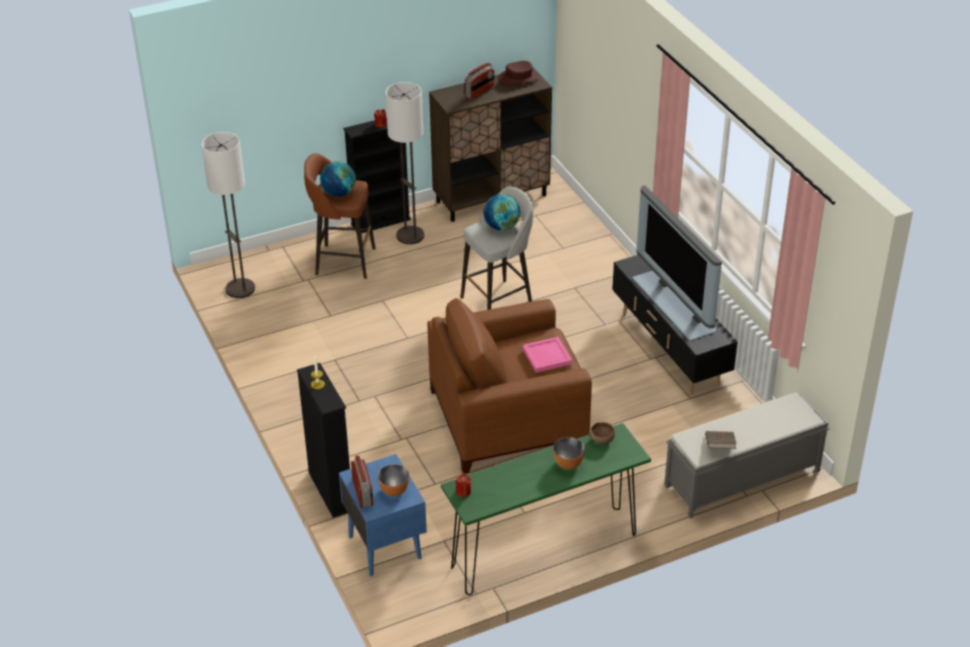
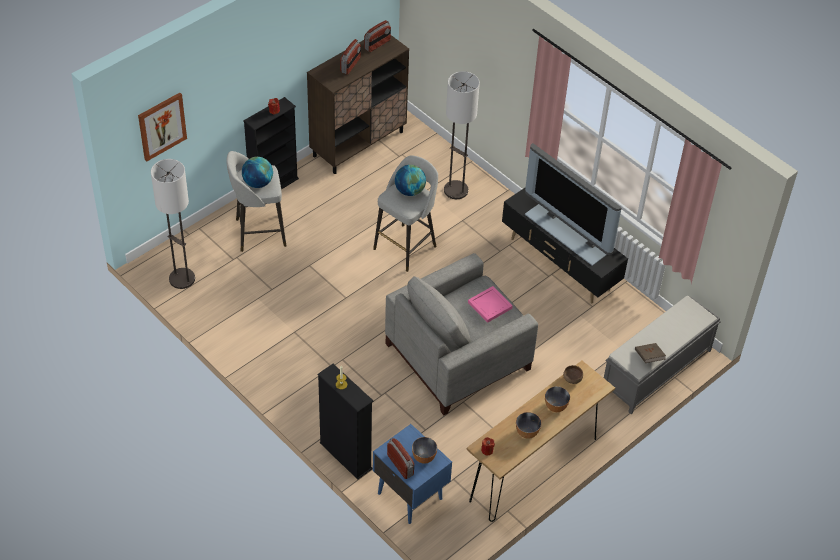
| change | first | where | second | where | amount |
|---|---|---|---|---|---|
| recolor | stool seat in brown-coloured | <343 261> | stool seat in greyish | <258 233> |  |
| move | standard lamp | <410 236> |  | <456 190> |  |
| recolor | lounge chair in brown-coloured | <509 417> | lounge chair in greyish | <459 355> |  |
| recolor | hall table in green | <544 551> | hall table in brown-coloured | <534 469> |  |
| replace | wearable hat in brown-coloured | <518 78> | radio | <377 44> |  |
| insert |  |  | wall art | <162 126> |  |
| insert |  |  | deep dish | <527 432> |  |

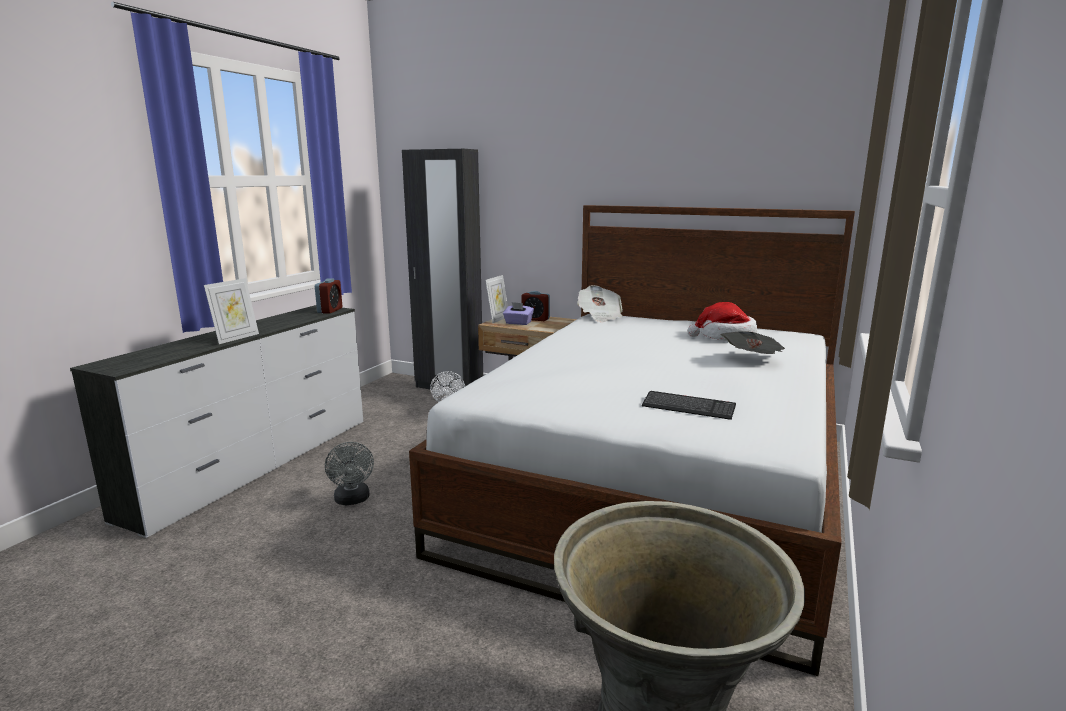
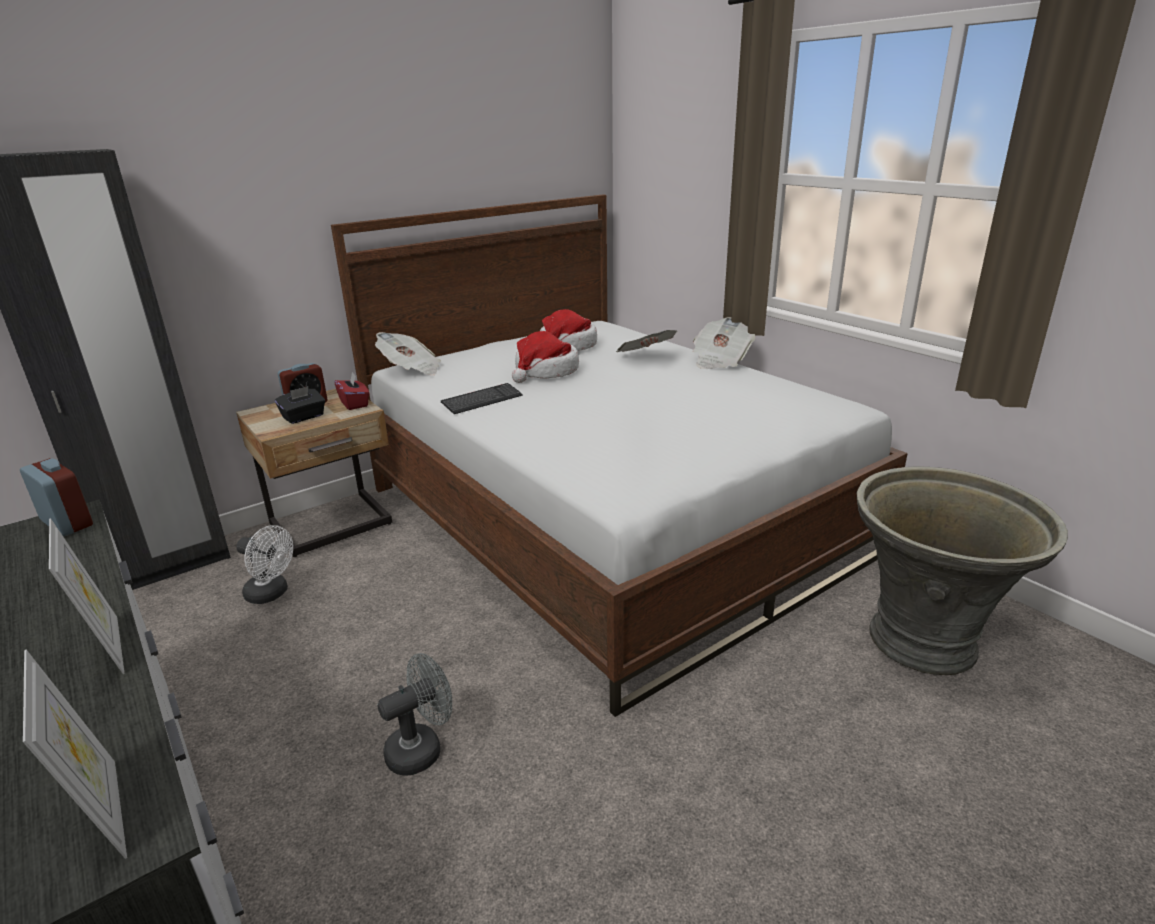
| change | first | where | second | where | amount |
|---|---|---|---|---|---|
| rotate | electric fan in greyish | <352 500> |  | <422 748> | 45 degrees counterclockwise |
| move | standing frame | <498 319> |  | <103 813> |  |
| recolor | tissue holder in purple | <518 323> | tissue holder in black | <304 417> |  |
| move | keyboard | <688 407> |  | <482 400> |  |
| insert |  |  | tissue holder in red-coloured | <354 403> |  |
| insert |  |  | wearable hat | <545 372> |  |
| insert |  |  | printed paper | <719 360> |  |

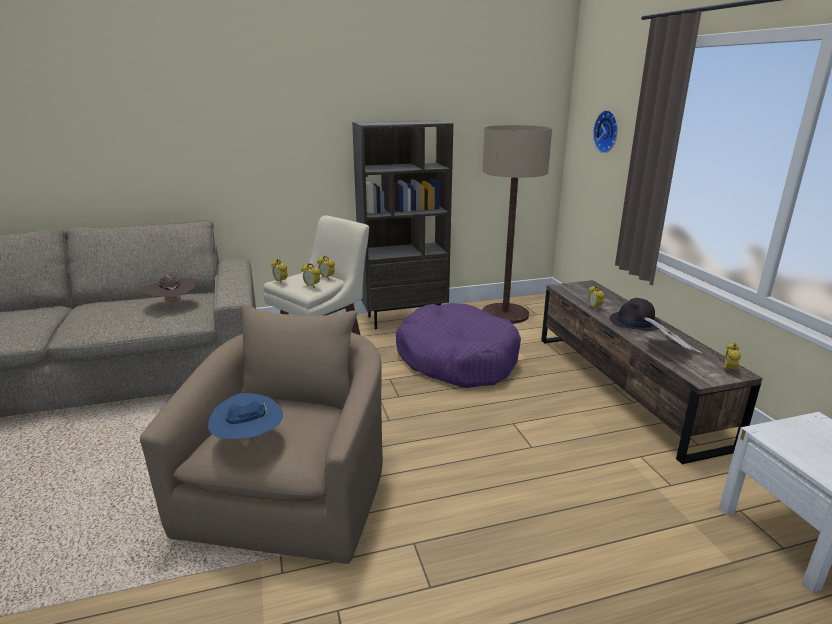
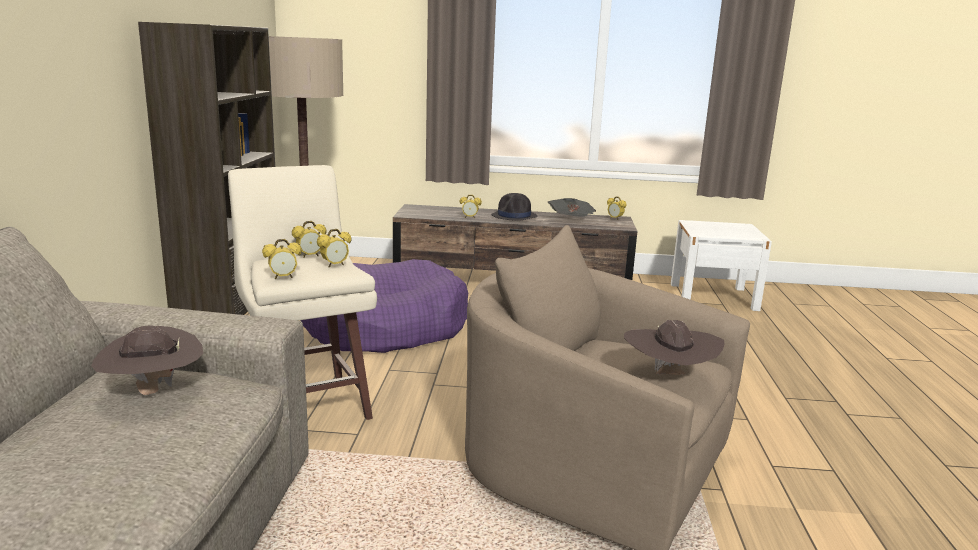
| change | first | where | second | where | amount |
|---|---|---|---|---|---|
| recolor | wearable hat in bluish | <249 443> | wearable hat in brown-coloured | <668 377> |  |
| delete | hanging clock | <608 131> |  |  |  |

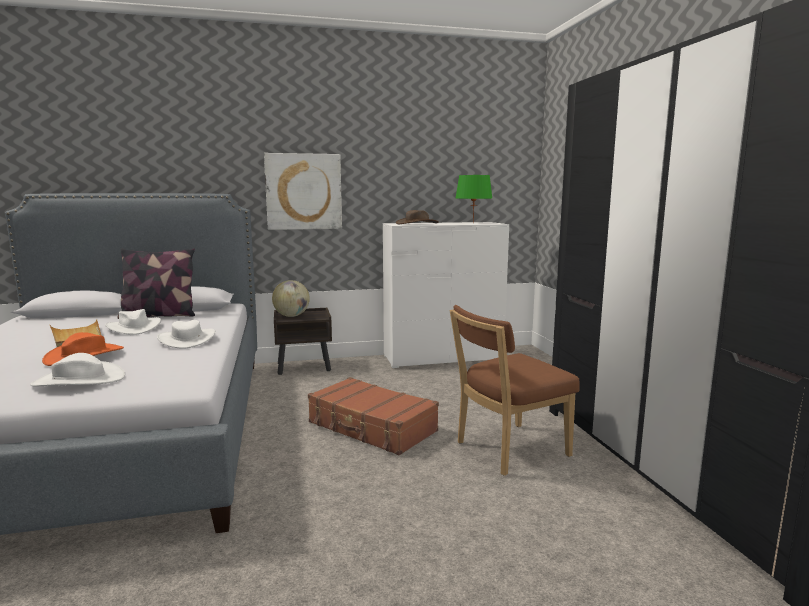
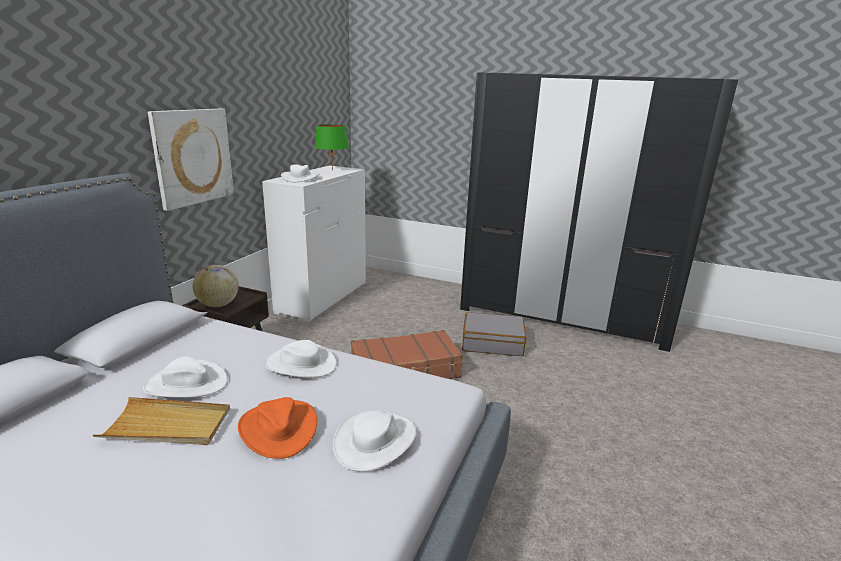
| change | first | where | second | where | amount |
|---|---|---|---|---|---|
| delete | cushion | <159 315> |  |  |  |
| recolor | wearable hat in brown-coloured | <417 223> | wearable hat in white | <301 178> |  |
| replace | plain chair in brown-coloured | <507 450> | piece of luggage in greyish | <492 343> |  |

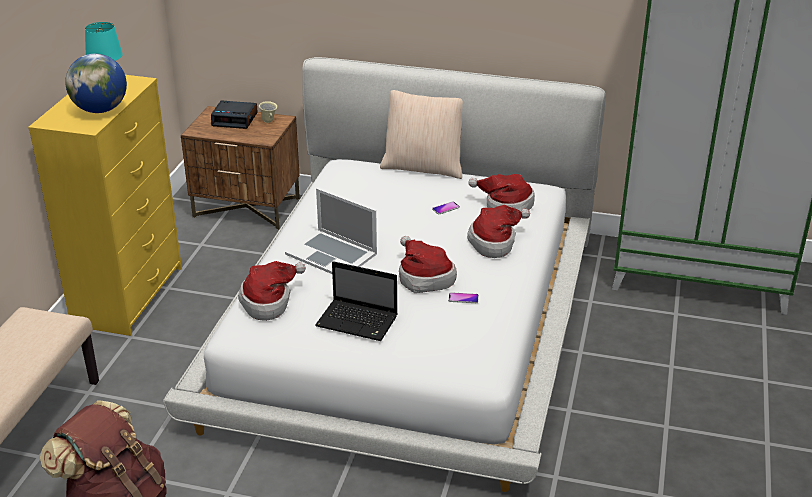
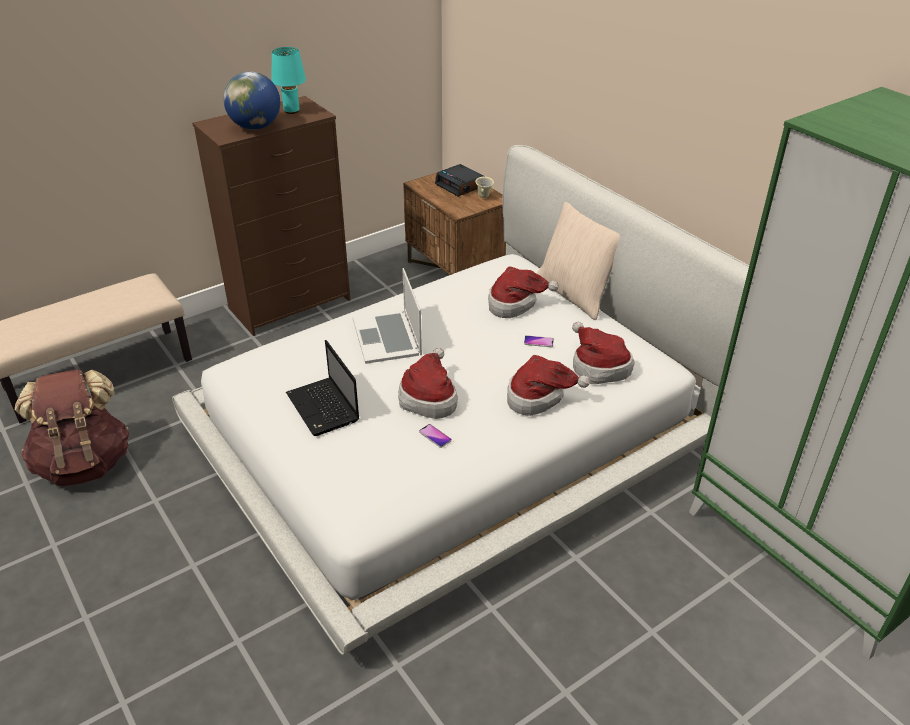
| change | first | where | second | where | amount |
|---|---|---|---|---|---|
| recolor | dresser in yellowish | <129 295> | dresser in brown-coloured | <291 303> |  |
| move | wearable hat | <269 302> |  | <515 304> |  |

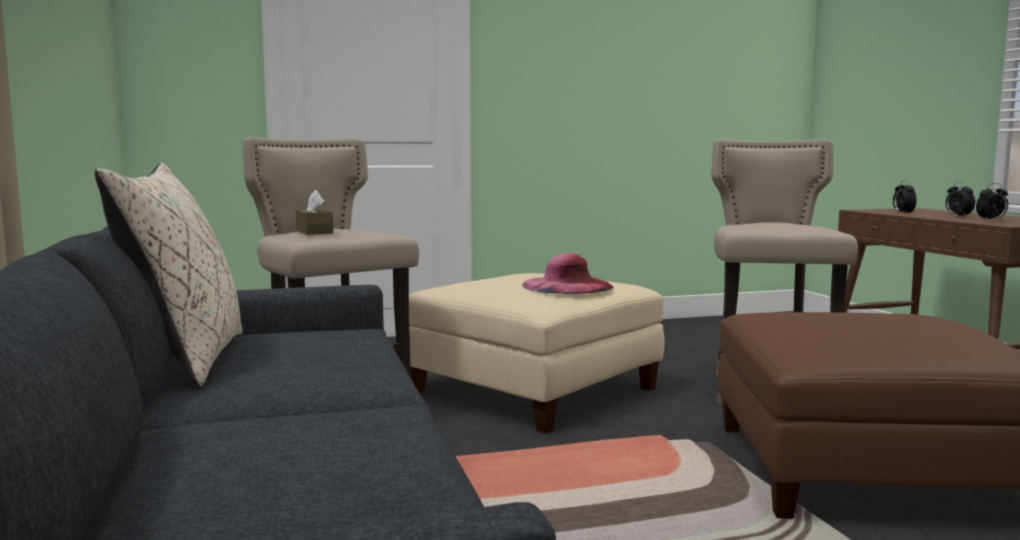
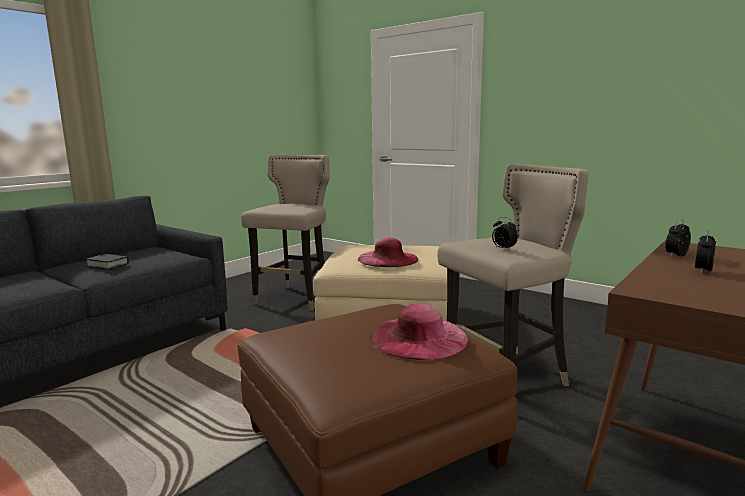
| change | first | where | second | where | amount |
|---|---|---|---|---|---|
| delete | cushion in beige | <185 360> |  |  |  |
| delete | tissue holder in brown-coloured | <314 231> |  |  |  |
| move | bedside clock | <991 220> |  | <503 249> |  |
| insert |  |  | book | <108 265> |  |
| insert |  |  | wearable hat in pinkish | <419 338> |  |

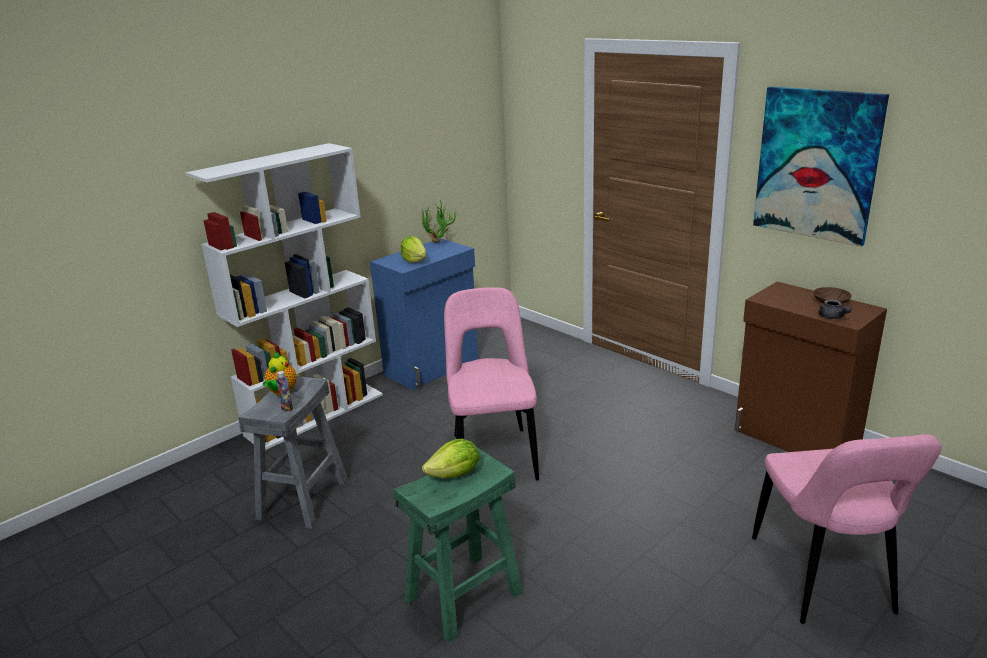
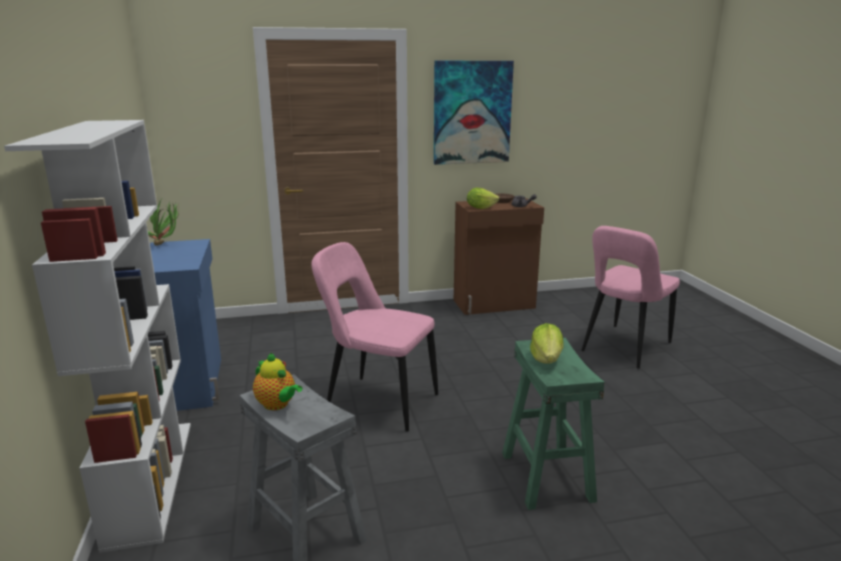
| change | first | where | second | where | amount |
|---|---|---|---|---|---|
| delete | bottle | <287 408> |  |  |  |
| move | lettuce | <415 260> |  | <480 208> |  |
| rotate | plain chair in pinkish | <824 580> |  | <623 348> | 105 degrees clockwise |

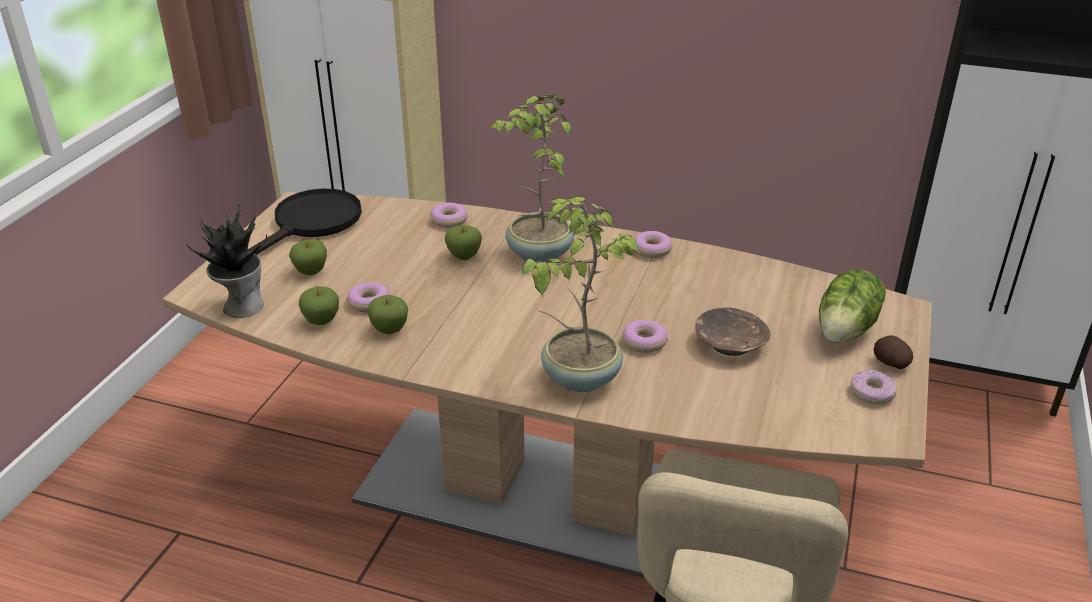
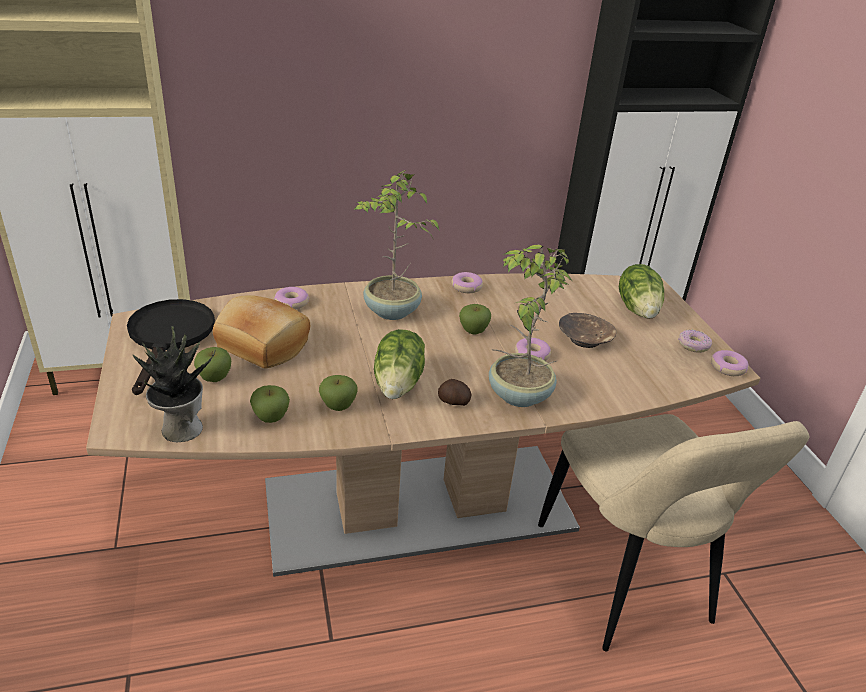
| change | first | where | second | where | amount |
|---|---|---|---|---|---|
| move | donut | <369 302> |  | <727 367> |  |
| move | apple | <464 256> |  | <473 331> |  |
| move | whole potato | <890 363> |  | <453 402> |  |
| insert |  |  | baked bread | <261 346> |  |
| insert |  |  | lettuce | <399 384> |  |

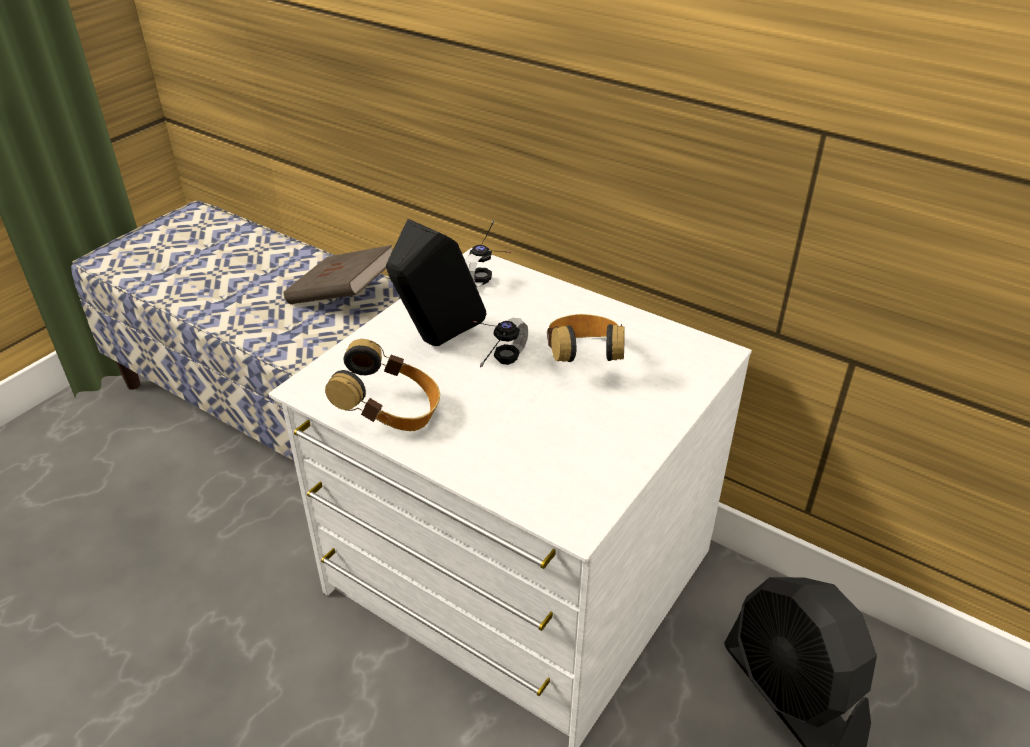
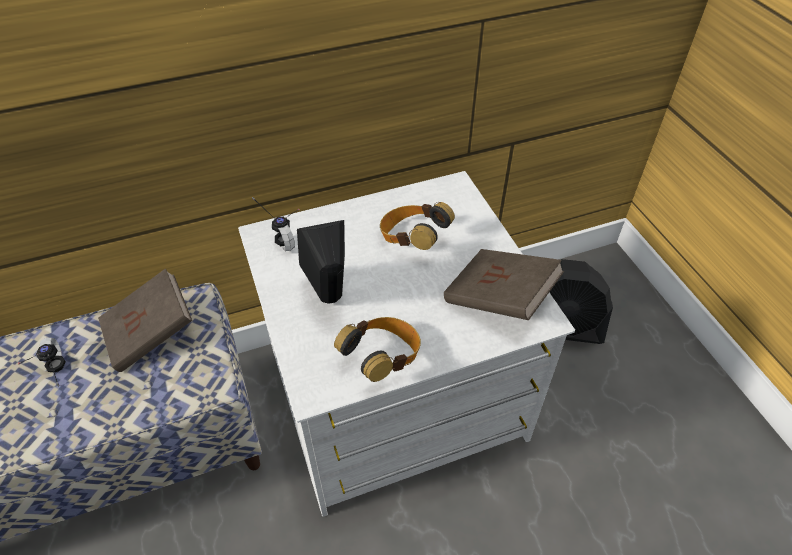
| change | first | where | second | where | amount |
|---|---|---|---|---|---|
| move | headset | <490 365> |  | <51 378> |  |
| insert |  |  | book in brown-coloured | <499 299> |  |

